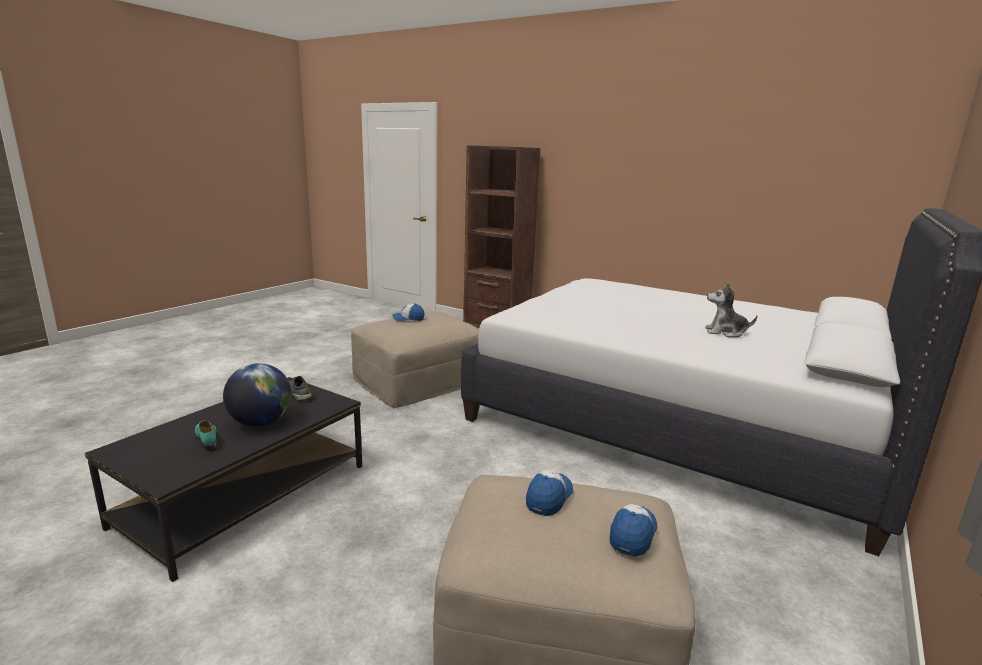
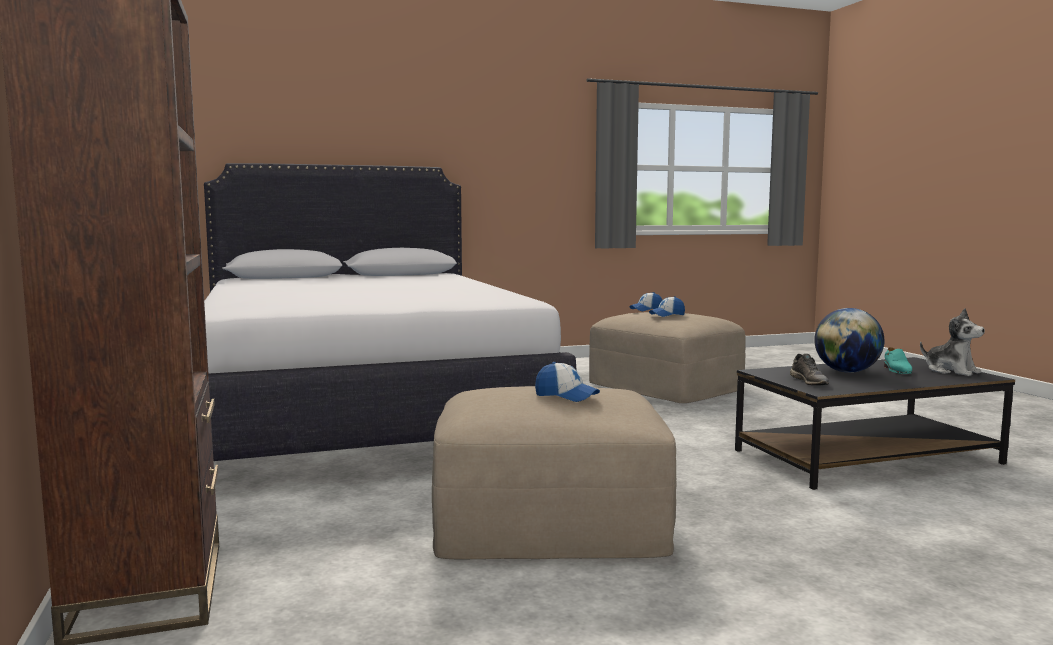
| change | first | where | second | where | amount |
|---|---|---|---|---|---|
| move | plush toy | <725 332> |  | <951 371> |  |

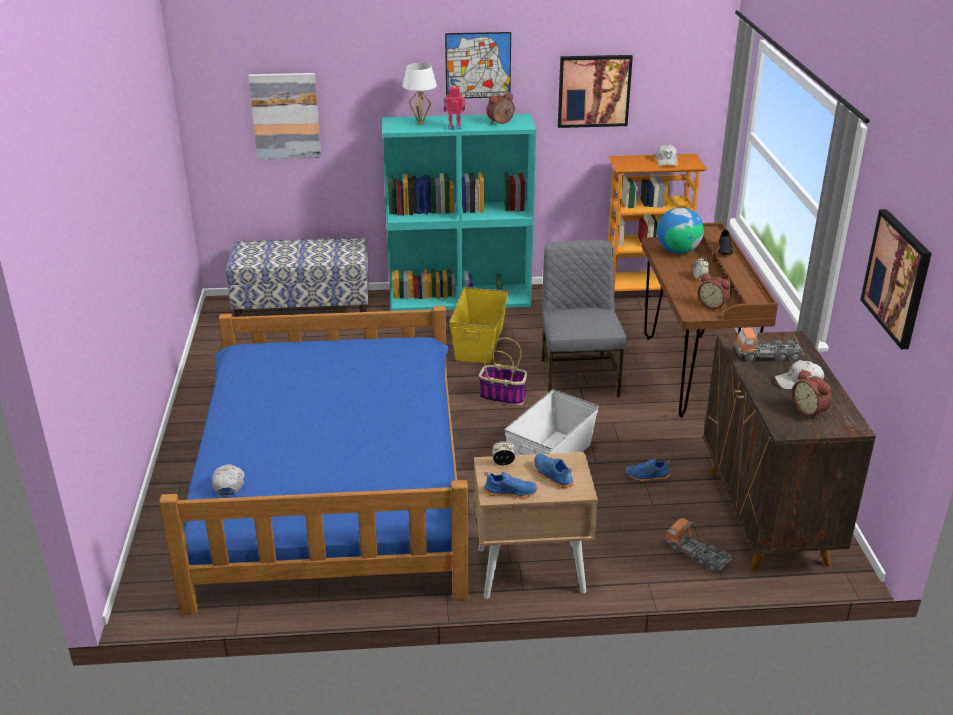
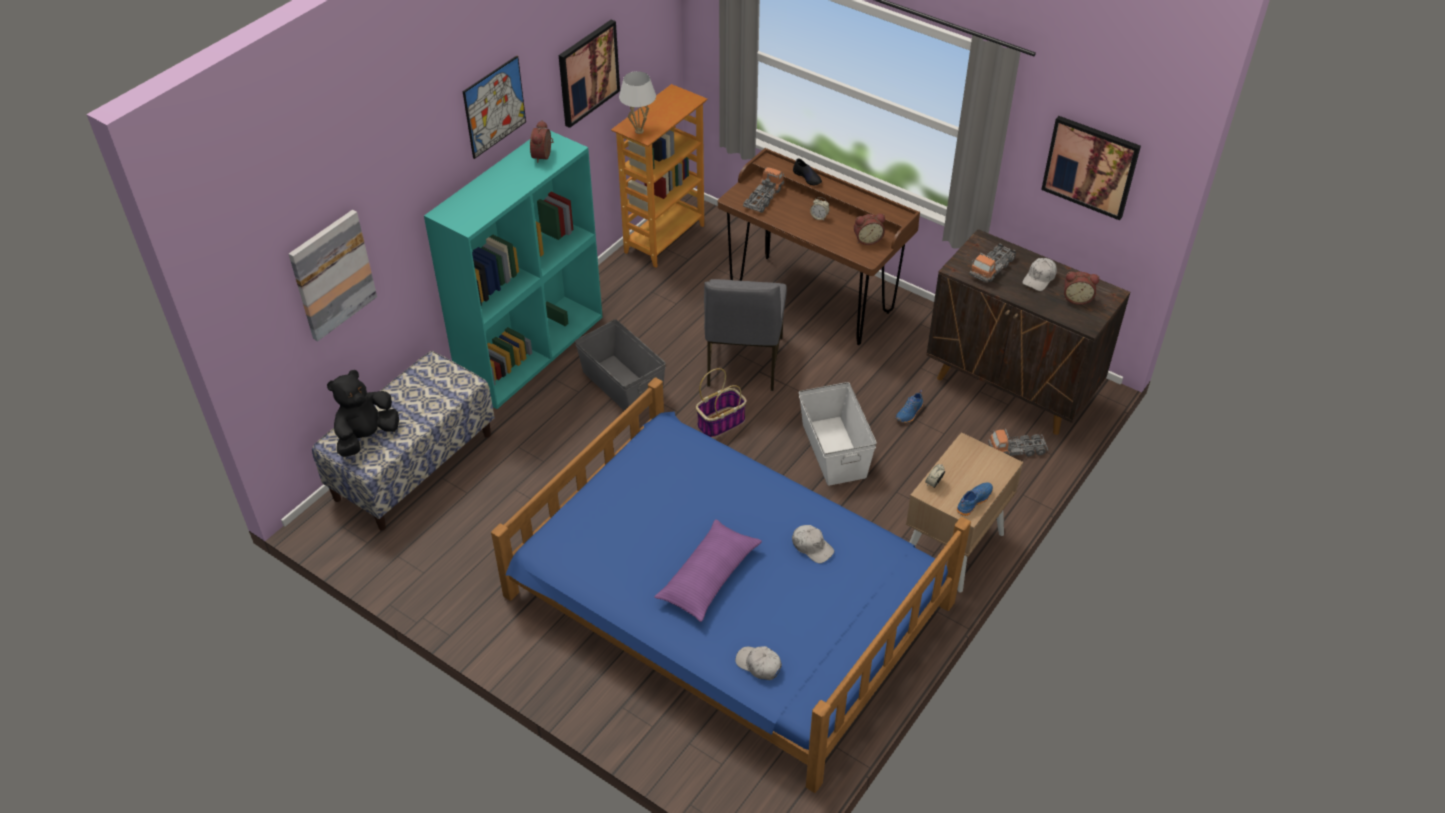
| change | first | where | second | where | amount |
|---|---|---|---|---|---|
| move | table lamp in white | <420 123> |  | <639 131> |  |
| delete | robot figure | <454 127> |  |  |  |
| recolor | storage box in yellowish | <480 342> | storage box in greyish | <622 385> |  |
| delete | item of footwear in bluish | <552 476> |  |  |  |
| rotate | plain chair in greyish | <578 377> |  | <743 362> | 120 degrees counterclockwise |
| move | baseball cap in white | <666 161> |  | <812 547> |  |
| replace | desk globe | <678 251> | model truck | <763 198> |  |
| insert |  |  | plush toy in black | <366 437> |  |
| insert |  |  | cushion in purple | <708 577> |  |

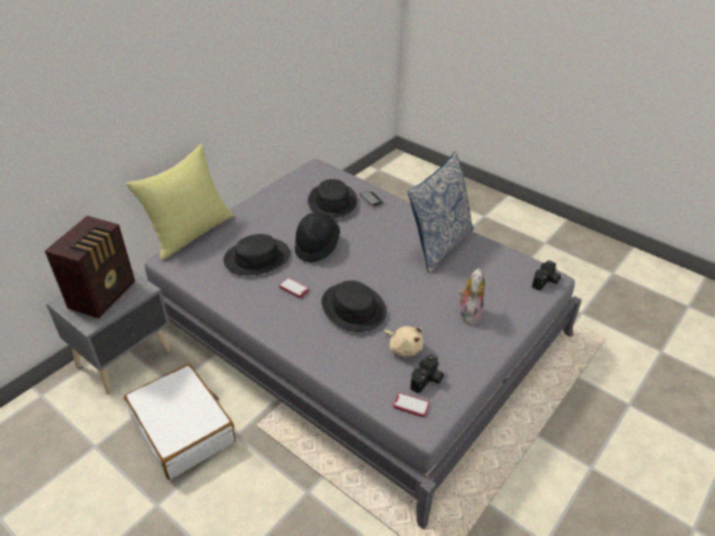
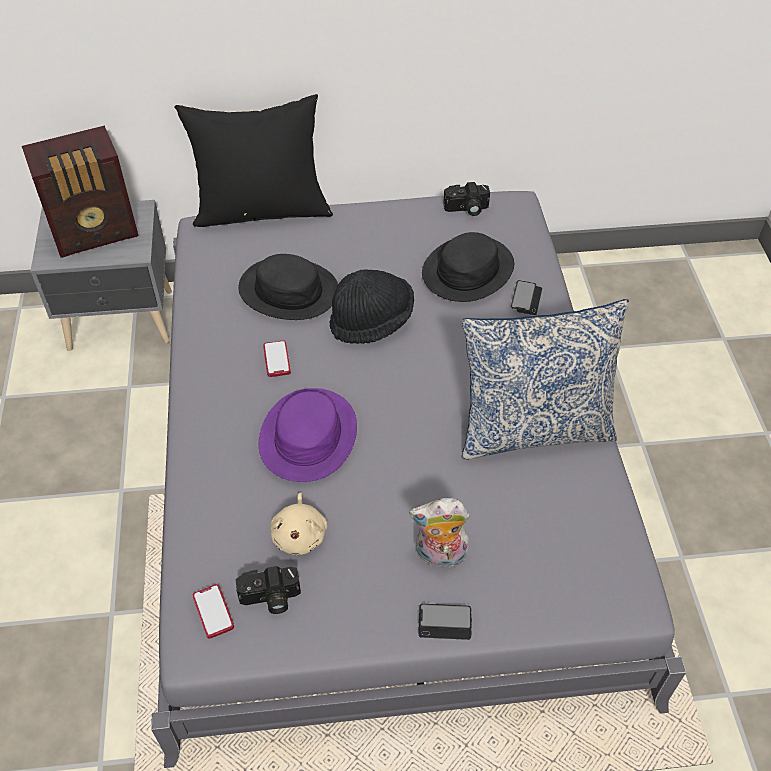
| change | first | where | second | where | amount |
|---|---|---|---|---|---|
| delete | piece of luggage in white | <183 429> |  |  |  |
| recolor | cushion in yellowish | <190 232> | cushion in black | <262 209> |  |
| recolor | wearable hat in black | <353 308> | wearable hat in purple | <308 436> |  |
| rotate | plush toy | <469 313> |  | <439 556> | 150 degrees counterclockwise |
| move | still camera | <546 282> |  | <466 209> |  |
| insert |  |  | telephone | <445 622> |  |

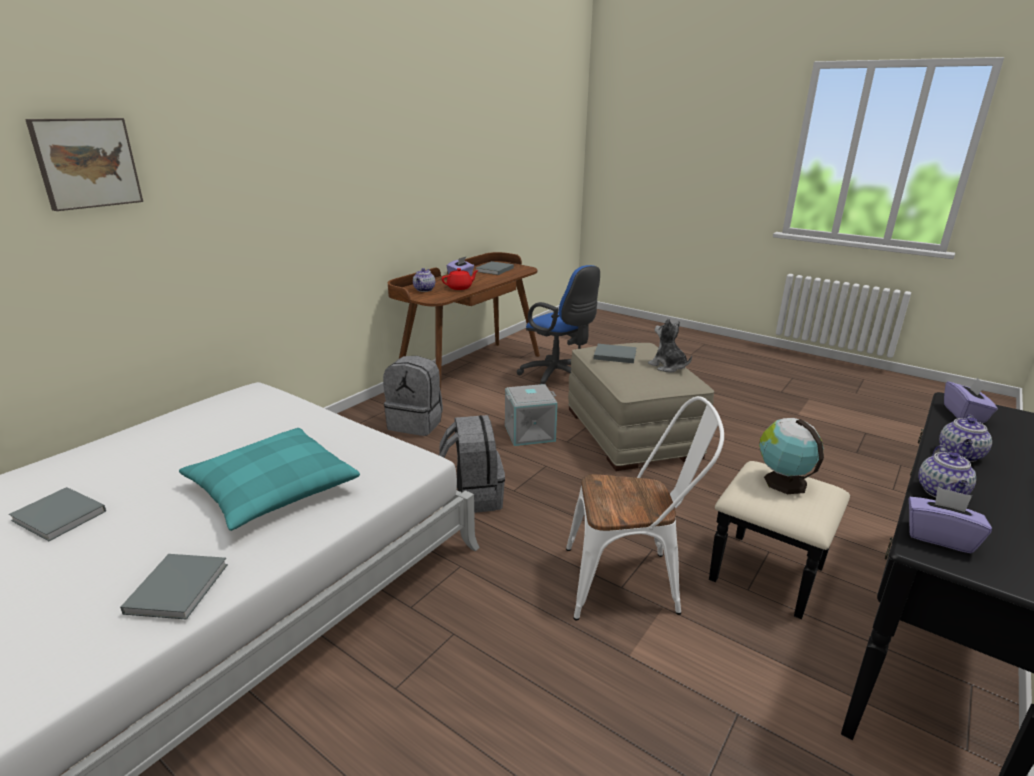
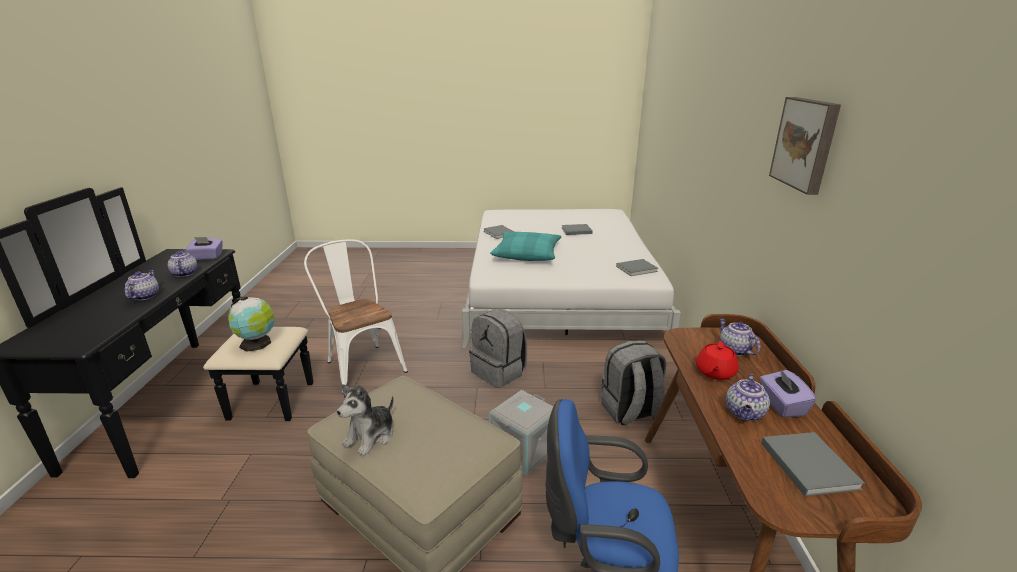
| change | first | where | second | where | amount |
|---|---|---|---|---|---|
| move | wall art | <86 163> |  | <806 143> |  |
| rotate | plain chair in white | <631 582> |  | <362 364> | 90 degrees clockwise |
| move | book in greyish | <613 355> |  | <637 268> |  |
| rotate | plush toy | <668 366> |  | <370 436> | 105 degrees clockwise |
| delete | tissue holder in purple | <964 414> |  |  |  |
| insert |  |  | pot for tea | <745 413> |  |

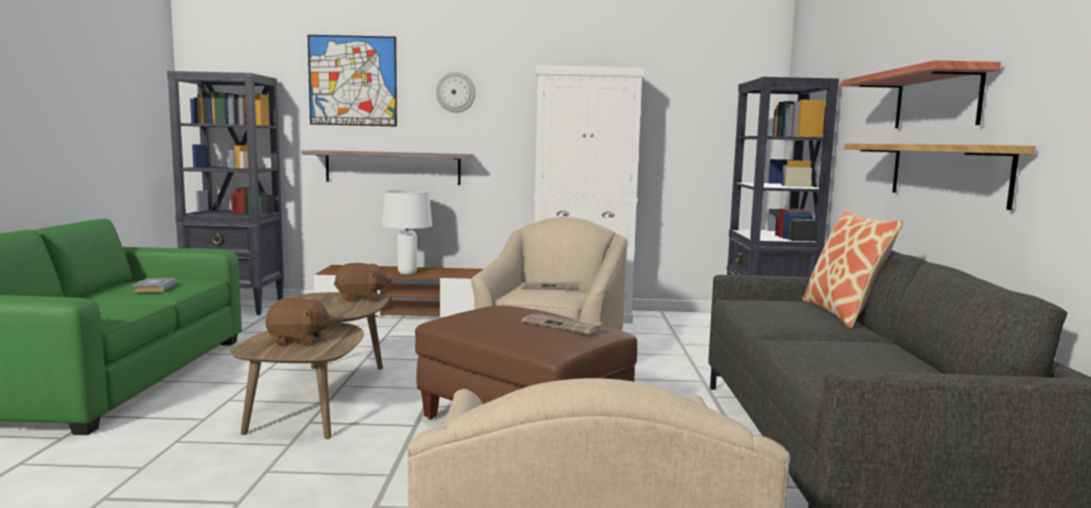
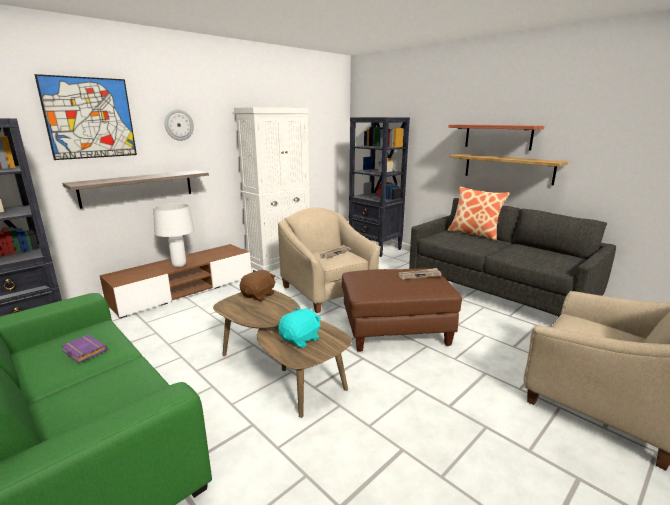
| change | first | where | second | where | amount |
|---|---|---|---|---|---|
| recolor | book in greyish | <154 288> | book in purple | <83 351> |  |
| recolor | plush toy in brown-coloured | <298 340> | plush toy in turquoise-coloured | <301 339> |  |

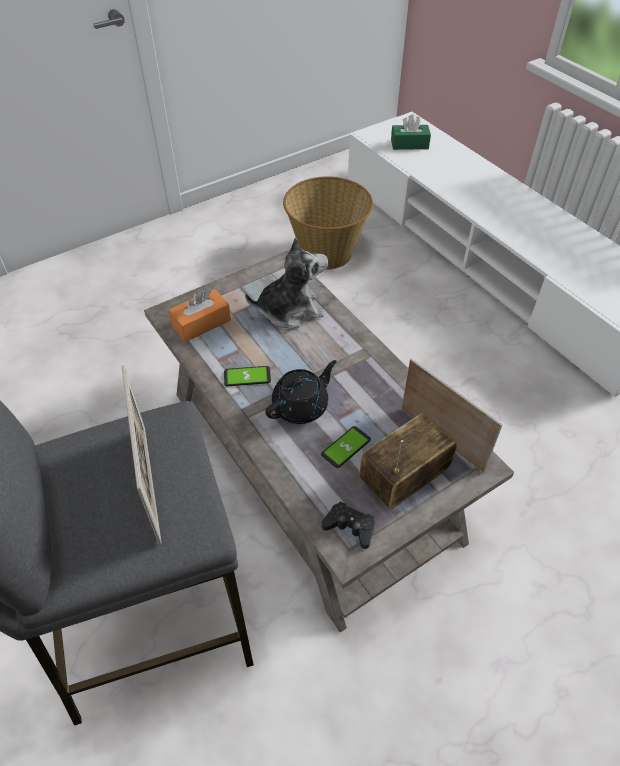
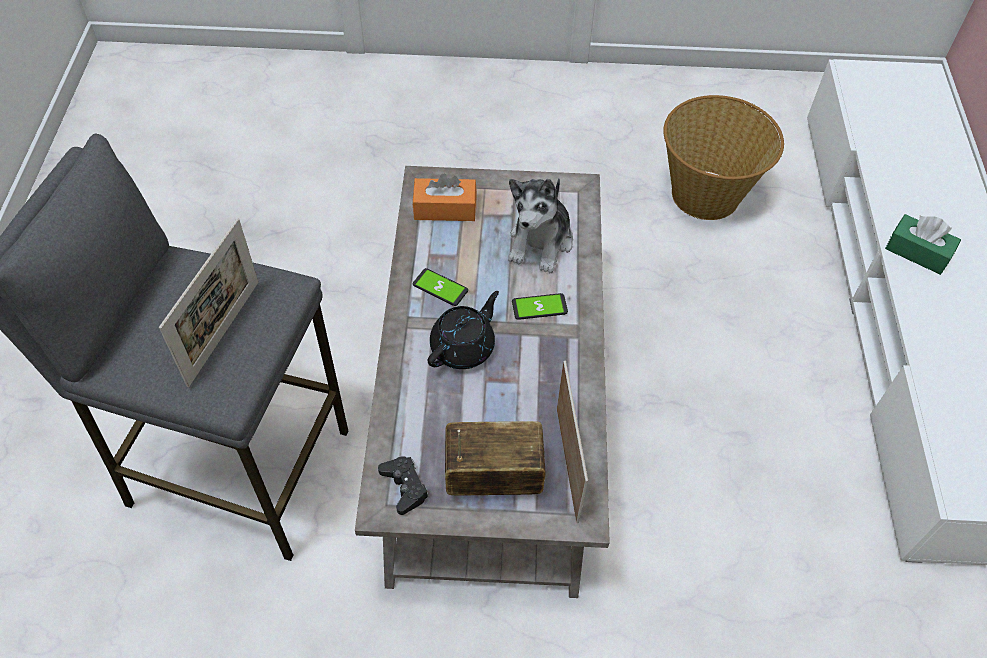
| change | first | where | second | where | amount |
|---|---|---|---|---|---|
| rotate | plush toy | <290 310> |  | <541 242> | 90 degrees clockwise |
| rotate | pot for tea in black | <301 406> |  | <464 347> | 45 degrees counterclockwise |
| move | telephone | <346 447> |  | <539 307> |  |
| move | tissue holder in green | <409 144> |  | <917 252> |  |

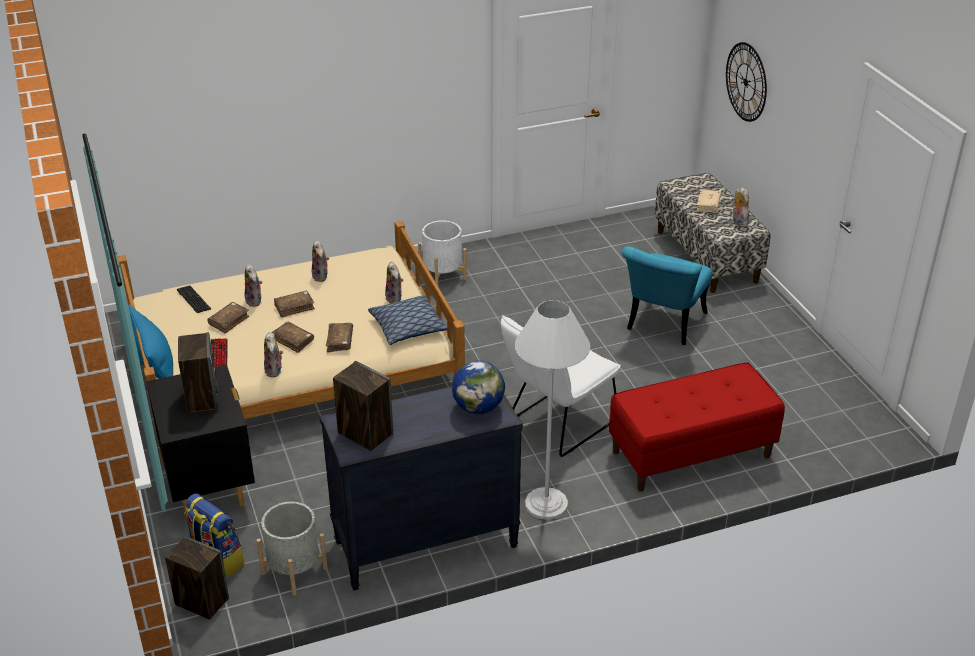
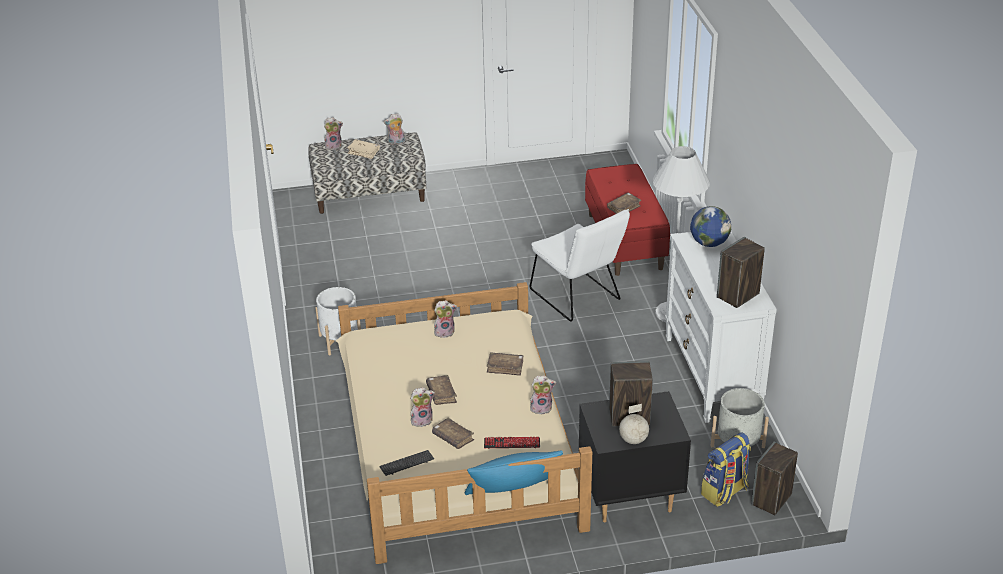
| change | first | where | second | where | amount |
|---|---|---|---|---|---|
| move | book in brown-coloured | <293 340> |  | <623 207> |  |
| move | plush toy | <321 276> |  | <334 146> |  |
| recolor | dresser in black | <425 545> | dresser in white | <712 376> |  |
| delete | cushion | <408 327> |  |  |  |
| delete | plain chair in turquoise-coloured | <663 326> |  |  |  |
| delete | hanging clock | <746 82> |  |  |  |
| insert |  |  | desk globe | <633 440> |  |

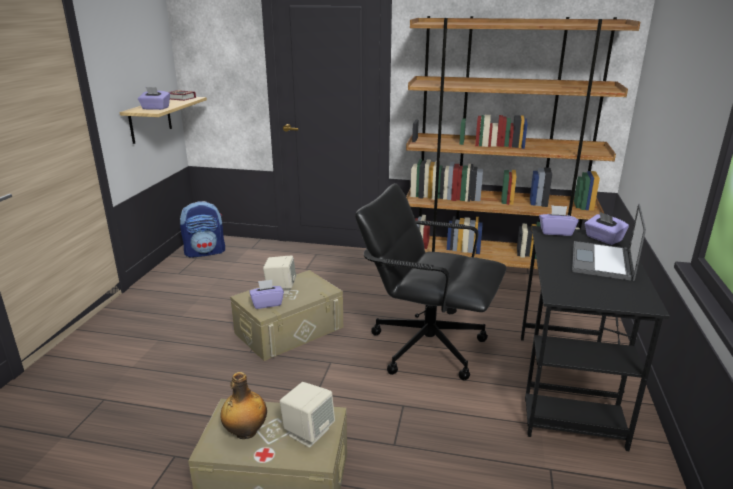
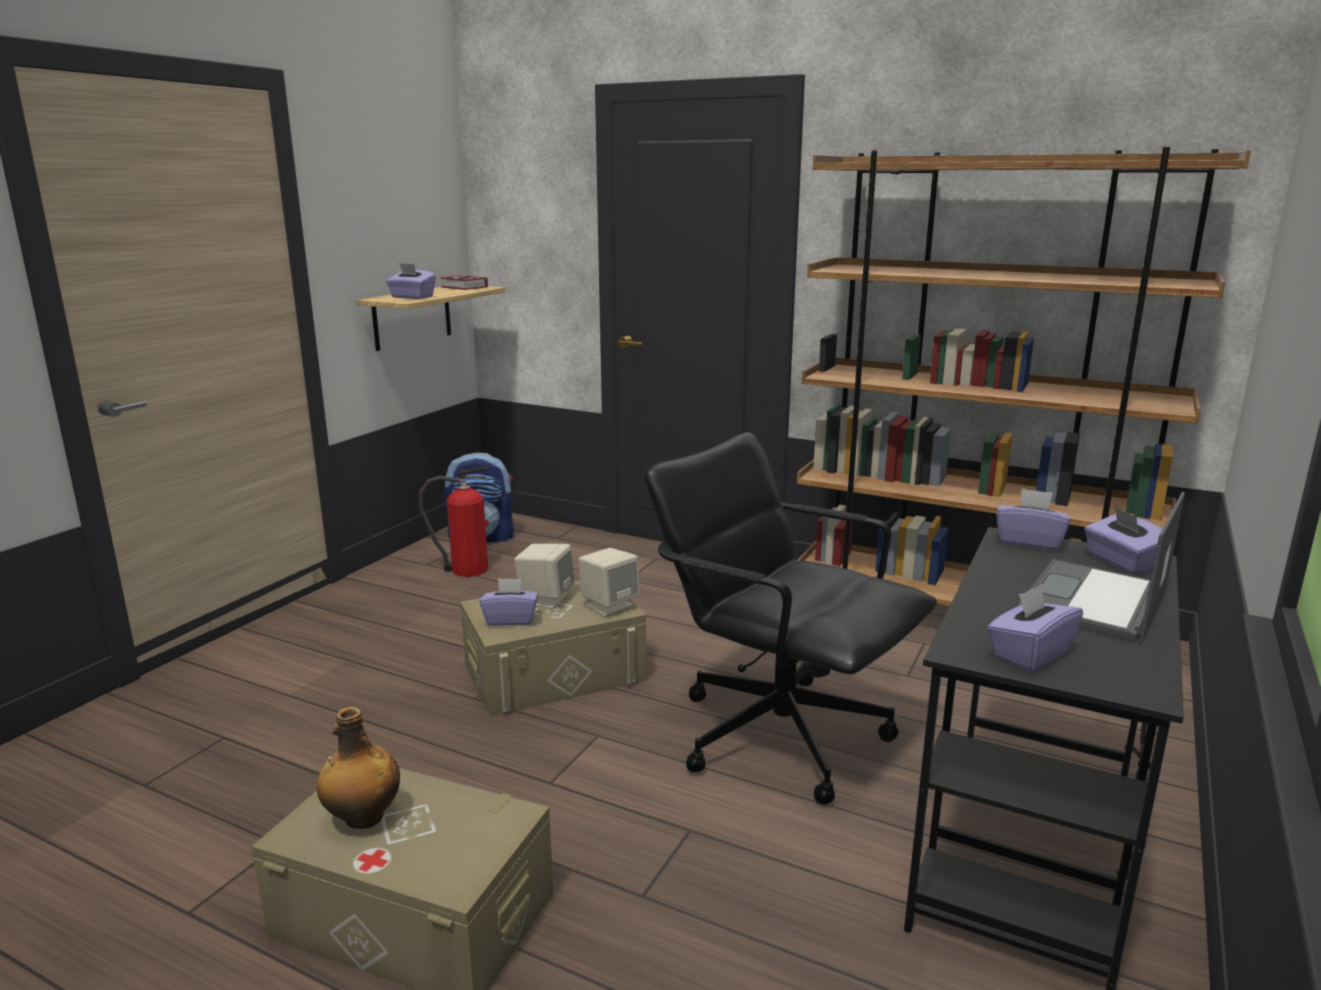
| change | first | where | second | where | amount |
|---|---|---|---|---|---|
| move | loudspeaker in beige | <308 432> |  | <609 605> |  |
| insert |  |  | extinguisher | <466 570> |  |
| insert |  |  | tissue holder in purple | <1029 654> |  |

